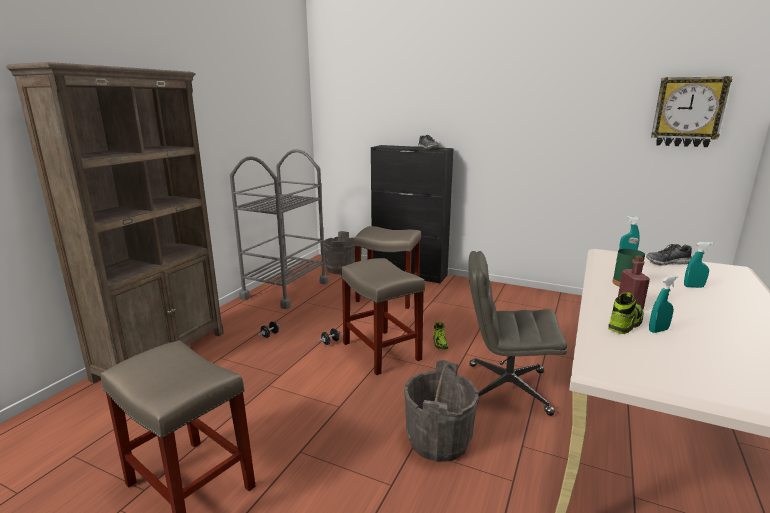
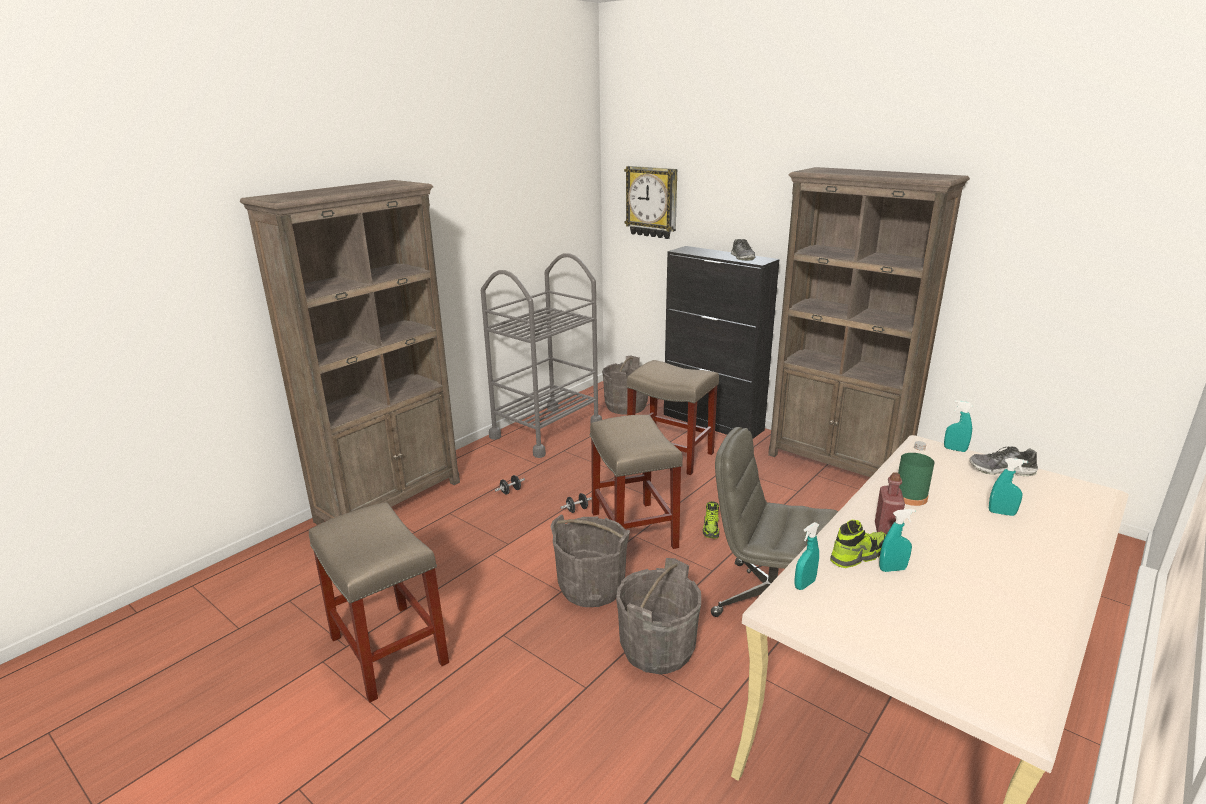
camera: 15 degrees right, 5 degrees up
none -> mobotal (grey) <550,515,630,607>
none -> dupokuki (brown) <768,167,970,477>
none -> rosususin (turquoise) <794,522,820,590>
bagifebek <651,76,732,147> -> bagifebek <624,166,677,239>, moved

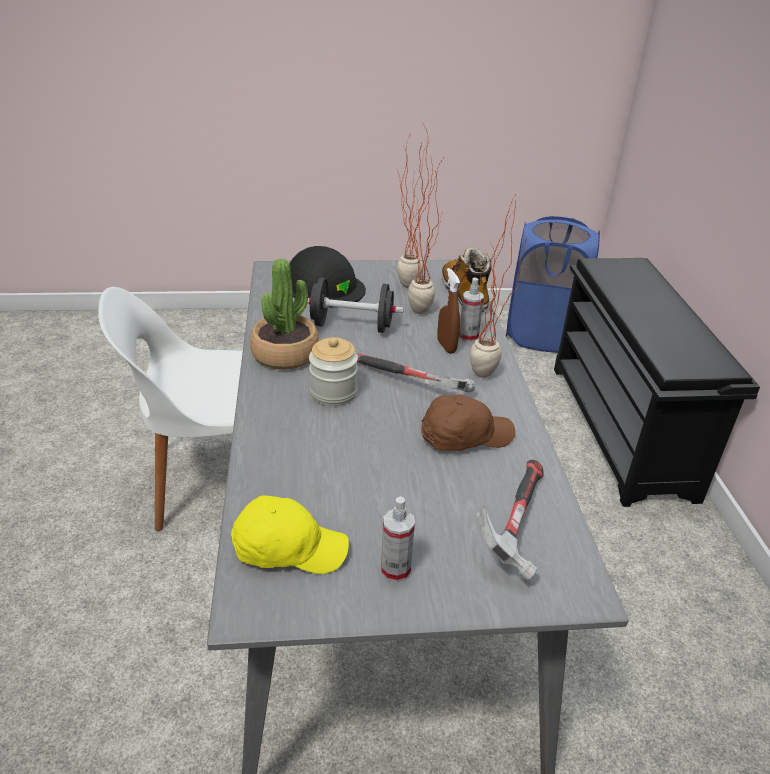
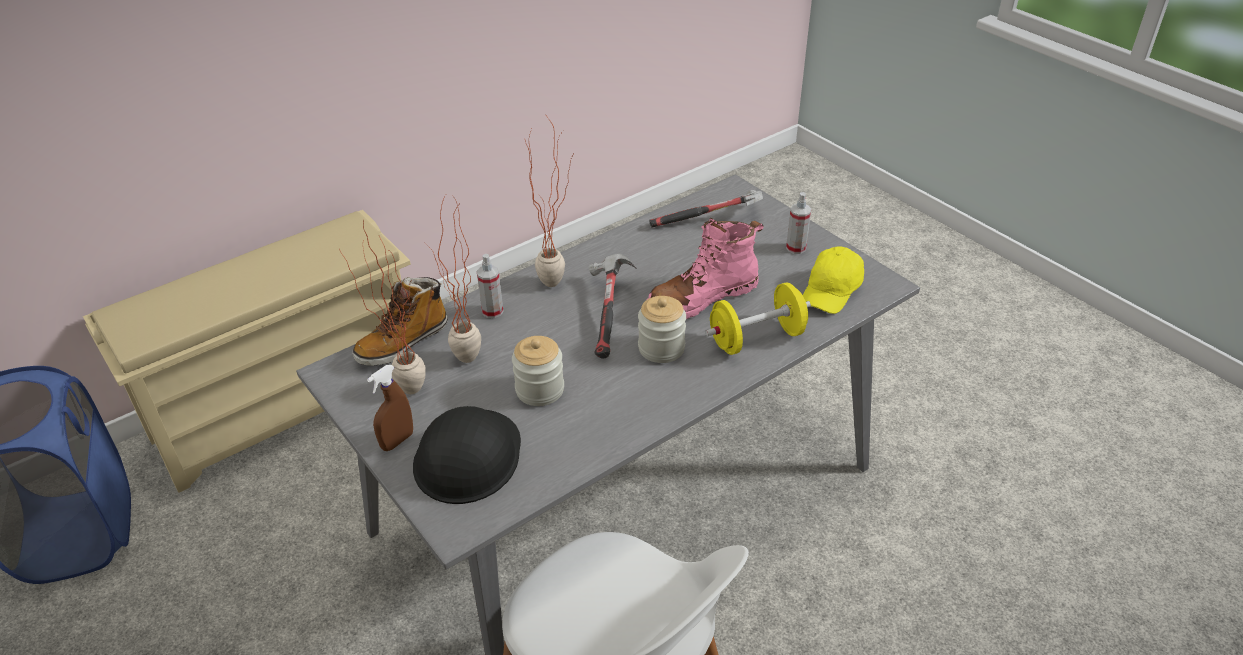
camera: 120 degrees left, 5 degrees up
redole <250,258,319,370> -> none
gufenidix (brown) <421,394,515,451> -> none
none -> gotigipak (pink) <647,218,764,319>
none -> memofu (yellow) <705,283,811,355>
rosususin (brown) <437,268,460,354> -> rosususin (brown) <367,365,413,451>, moved
memofu (black) <307,278,404,333> -> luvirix <512,336,564,406>
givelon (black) <554,258,760,507> -> givelon (beige) <83,210,411,493>
gufenidix (yellow) <231,495,349,574> -> gufenidix (yellow) <803,247,864,314>, 120 degrees counterclockwise

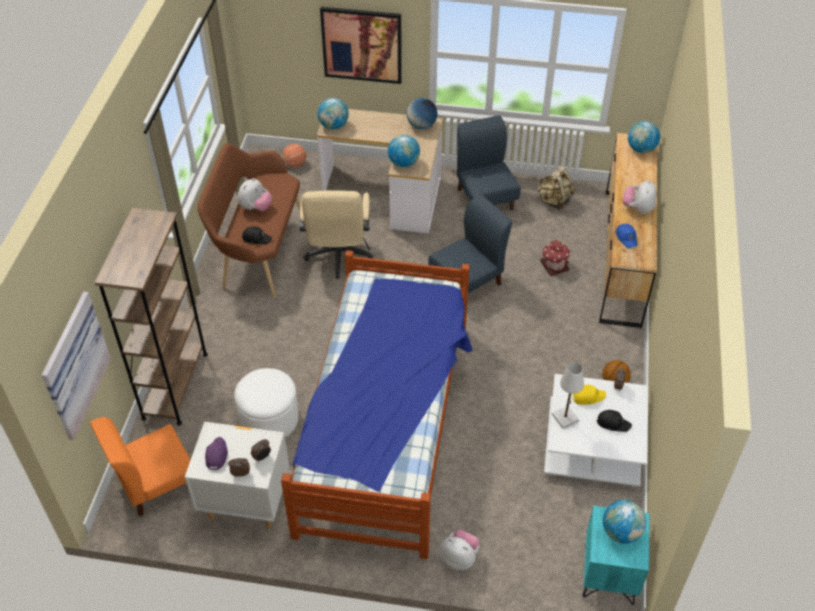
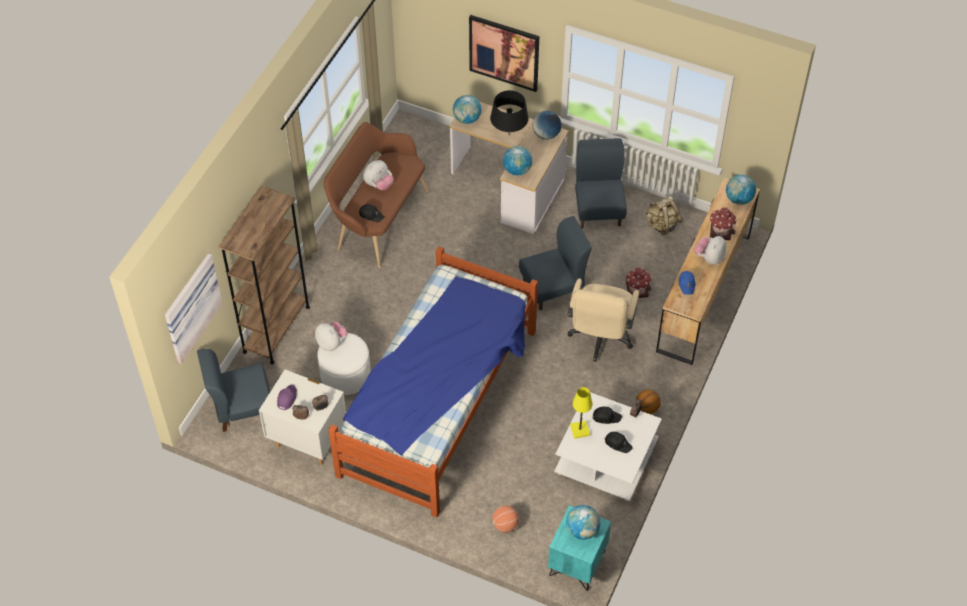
camera: 15 degrees right, 5 degrees up
none -> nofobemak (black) <490,90,529,132>
none -> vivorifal <710,207,737,240>
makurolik <283,144,306,168> -> makurolik <492,505,519,533>, moved
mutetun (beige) <300,190,373,279> -> mutetun (beige) <568,279,639,362>, moved
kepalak <440,529,480,571> -> kepalak <315,321,348,351>, moved
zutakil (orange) <90,417,191,517> -> zutakil (blue) <197,349,270,432>
nofobemak (white) <552,362,584,429> -> nofobemak (yellow) <570,387,592,439>
gufenidix (yellow) <573,385,606,405> -> gufenidix (black) <593,407,622,424>

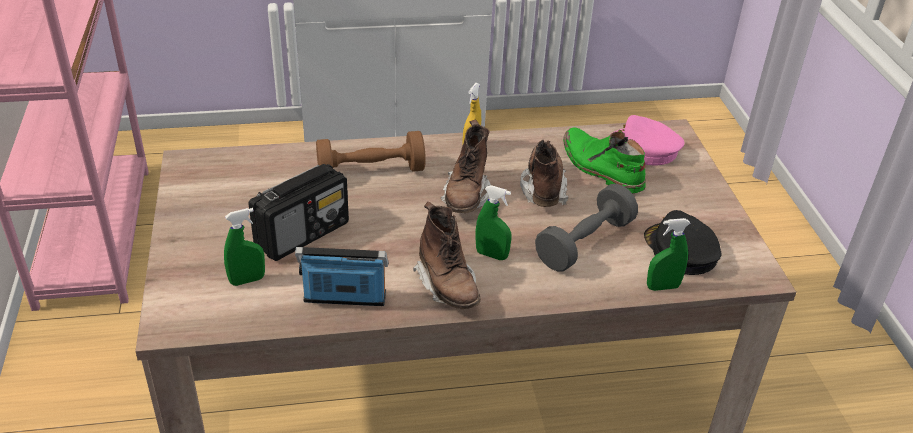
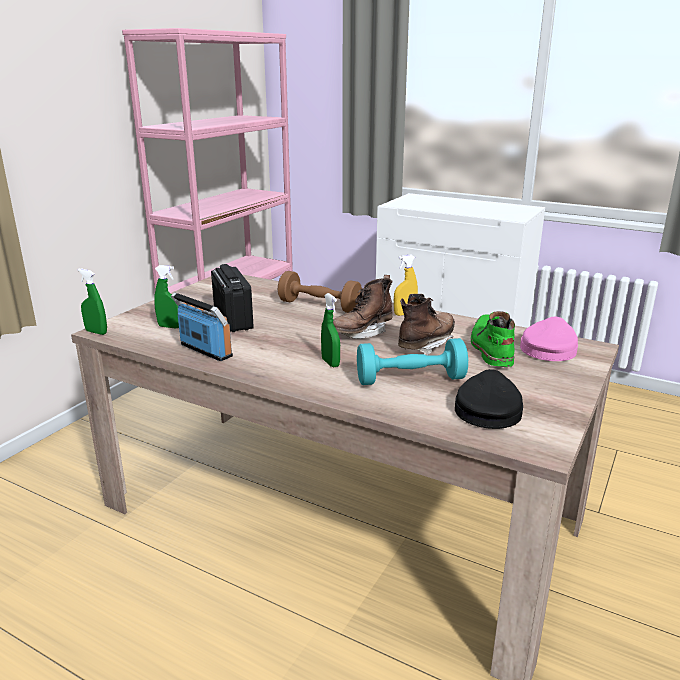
camera: 40 degrees right, 15 degrees down
gotigipak (brown) <413,202,481,309> -> none
rosususin (green) <647,218,690,291> -> rosususin (green) <78,268,107,335>, moved
memofu (grey) <535,184,638,271> -> memofu (turquoise) <357,338,468,385>
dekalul <248,164,349,261> -> dekalul <211,264,254,332>, 105 degrees counterclockwise
gufenidix (pink) <609,115,685,165> -> gufenidix (pink) <520,316,578,361>, 45 degrees clockwise

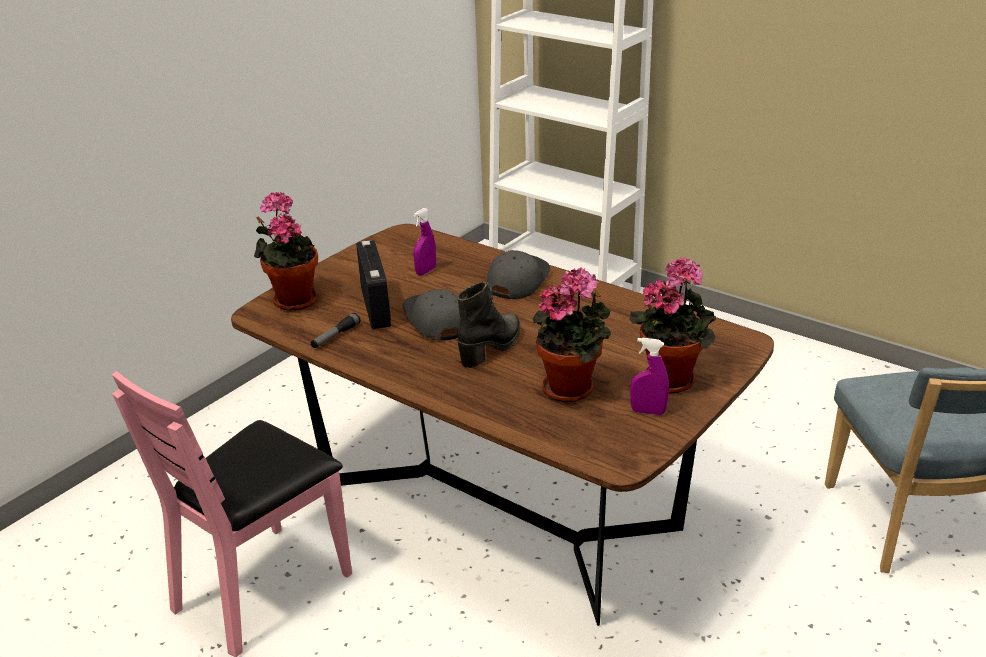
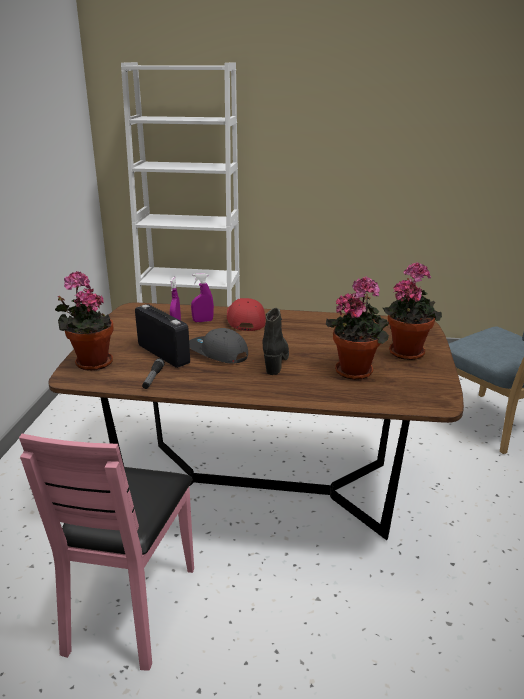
camera: 30 degrees left, 5 degrees down
rosususin (purple) <630,338,669,415> -> rosususin (purple) <191,273,214,322>, moved
gufenidix (grey) <486,250,550,299> -> gufenidix (red) <227,298,266,331>

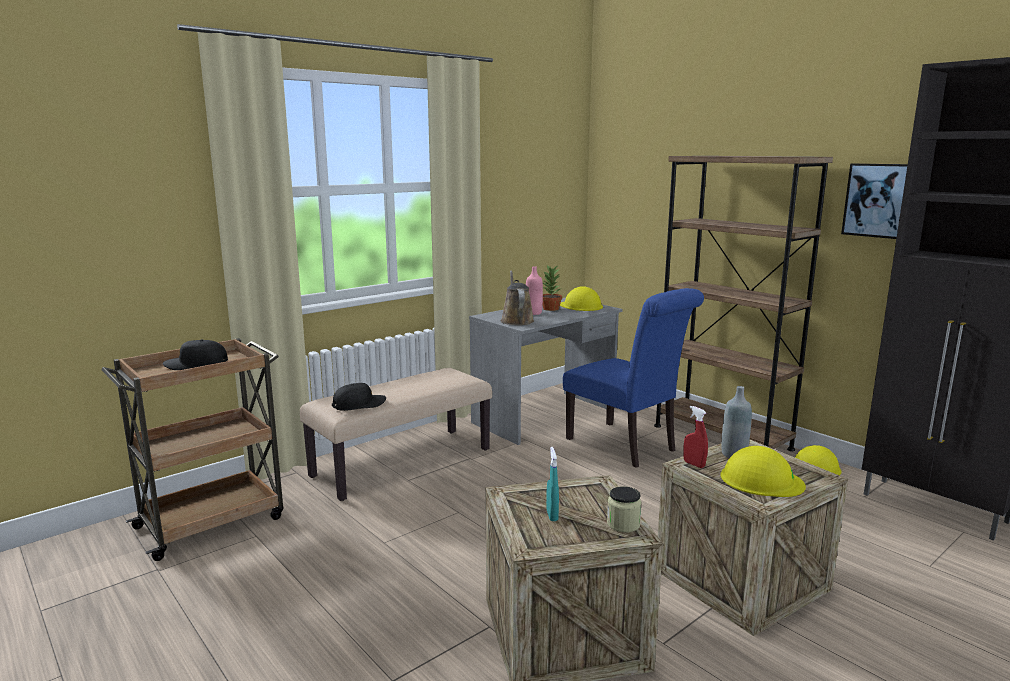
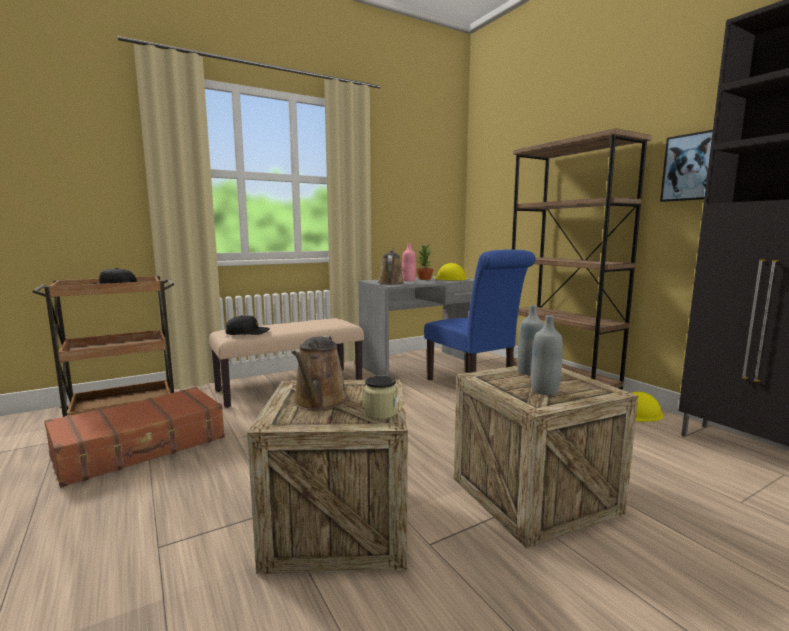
camera: 10 degrees right, 5 degrees down
rosususin (red) <683,406,708,468> -> none
none -> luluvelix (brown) <44,387,225,488>
rosususin (turquoise) <546,447,559,521> -> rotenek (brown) <292,336,349,410>
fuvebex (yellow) <721,446,806,497> -> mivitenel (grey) <531,315,563,395>

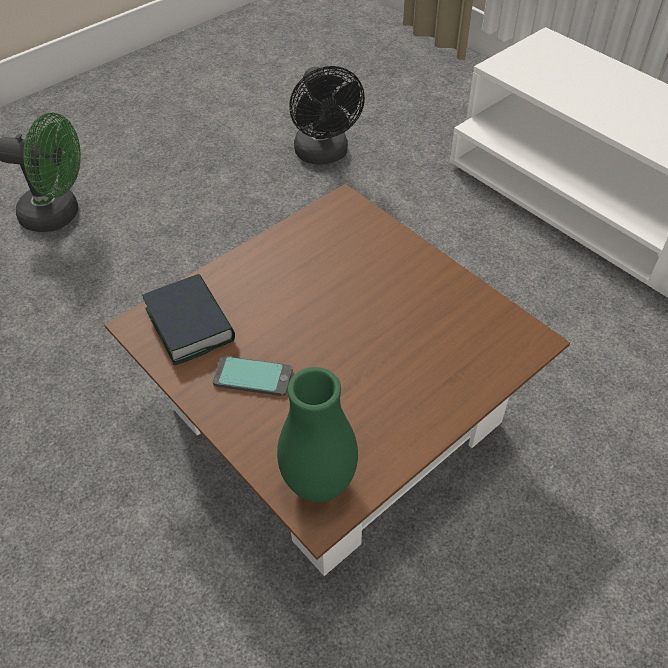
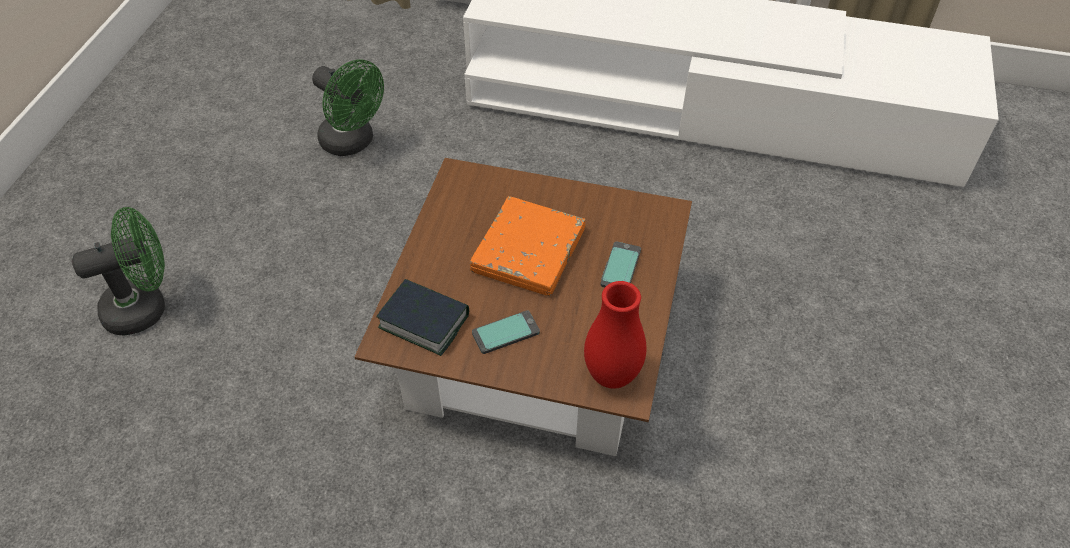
camera: 35 degrees left, 0 degrees up
none -> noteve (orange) <470,196,586,296>
none -> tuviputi <600,241,641,288>
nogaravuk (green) <277,367,358,502> -> nogaravuk (red) <584,281,646,389>
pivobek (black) <289,66,365,165> -> pivobek (green) <312,59,384,156>

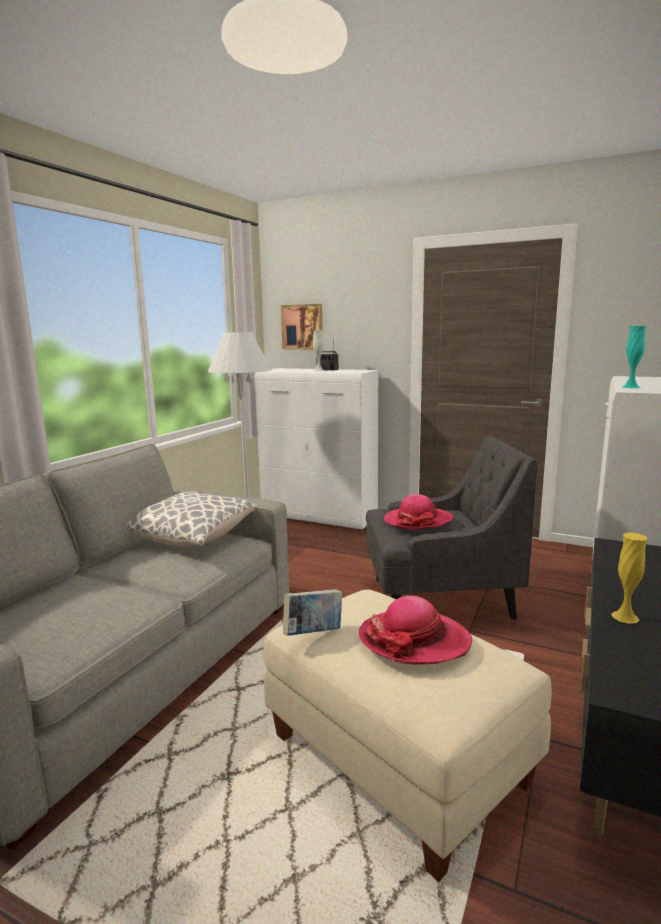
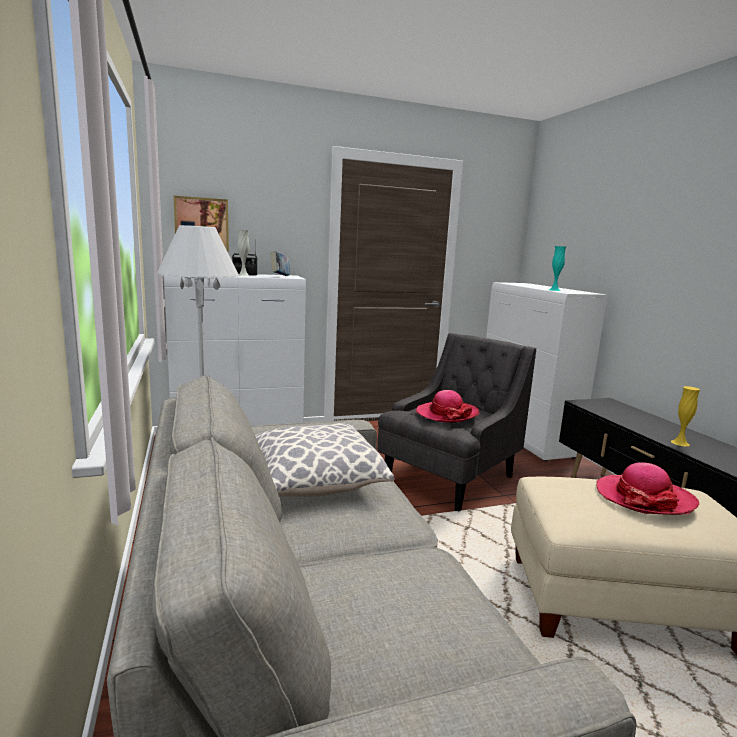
camera: 45 degrees left, 0 degrees up
noteve <283,589,342,636> -> noteve <270,251,290,276>, moved

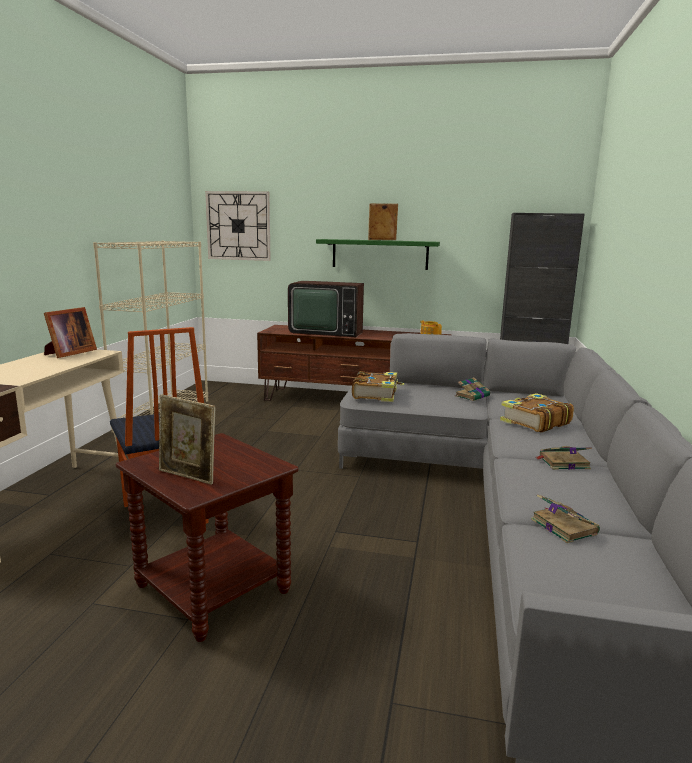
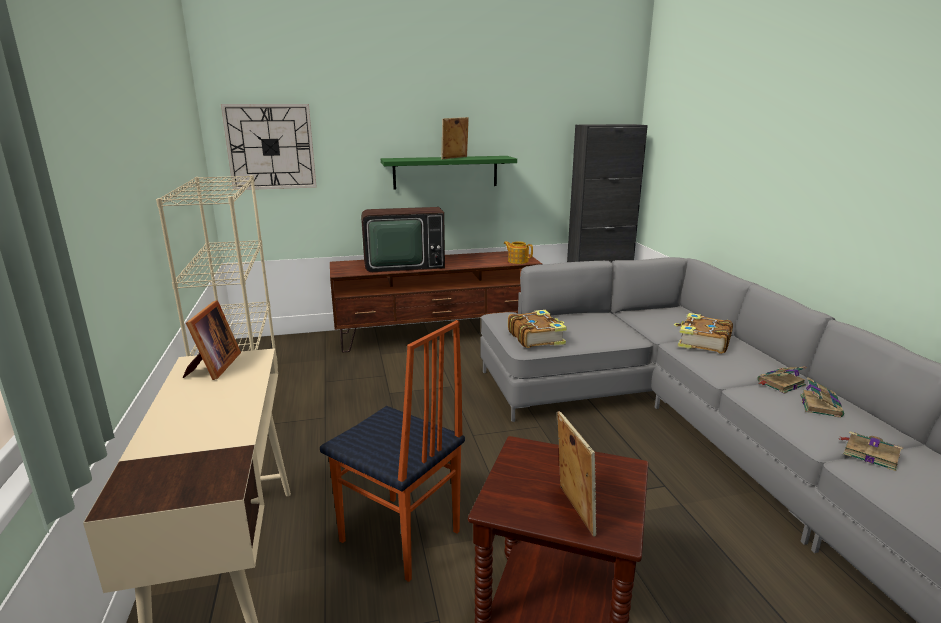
camera: 25 degrees left, 5 degrees up
noteve <455,377,490,401> -> noteve <800,377,844,418>, moved
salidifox <159,394,215,485> -> salidifox <557,411,597,537>, 105 degrees counterclockwise

